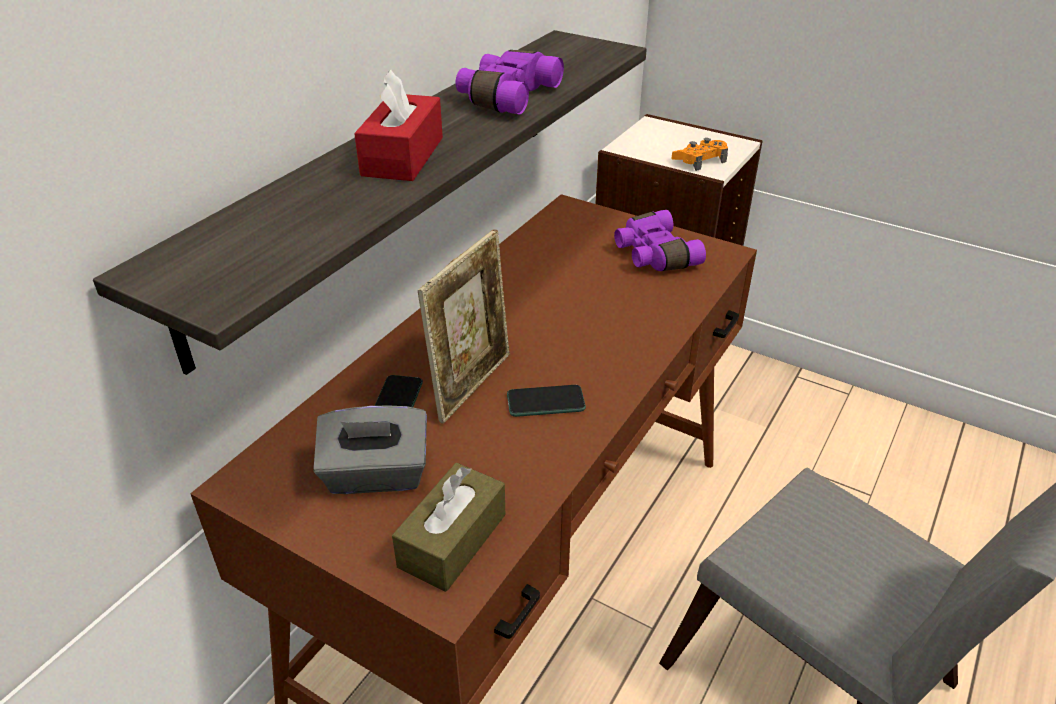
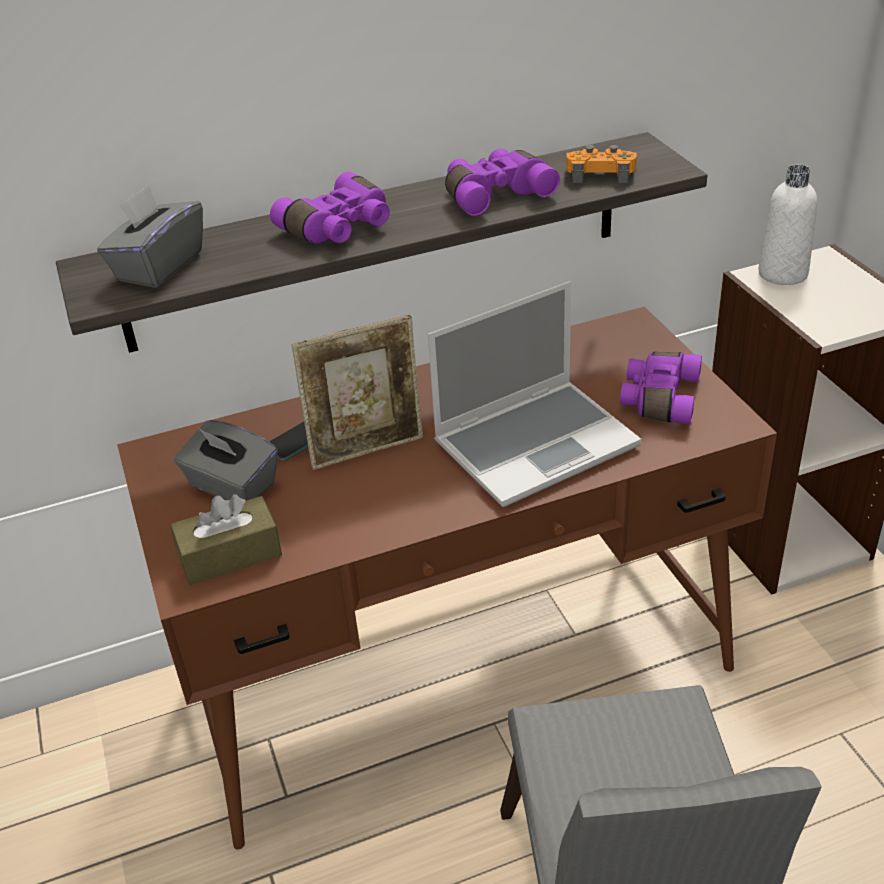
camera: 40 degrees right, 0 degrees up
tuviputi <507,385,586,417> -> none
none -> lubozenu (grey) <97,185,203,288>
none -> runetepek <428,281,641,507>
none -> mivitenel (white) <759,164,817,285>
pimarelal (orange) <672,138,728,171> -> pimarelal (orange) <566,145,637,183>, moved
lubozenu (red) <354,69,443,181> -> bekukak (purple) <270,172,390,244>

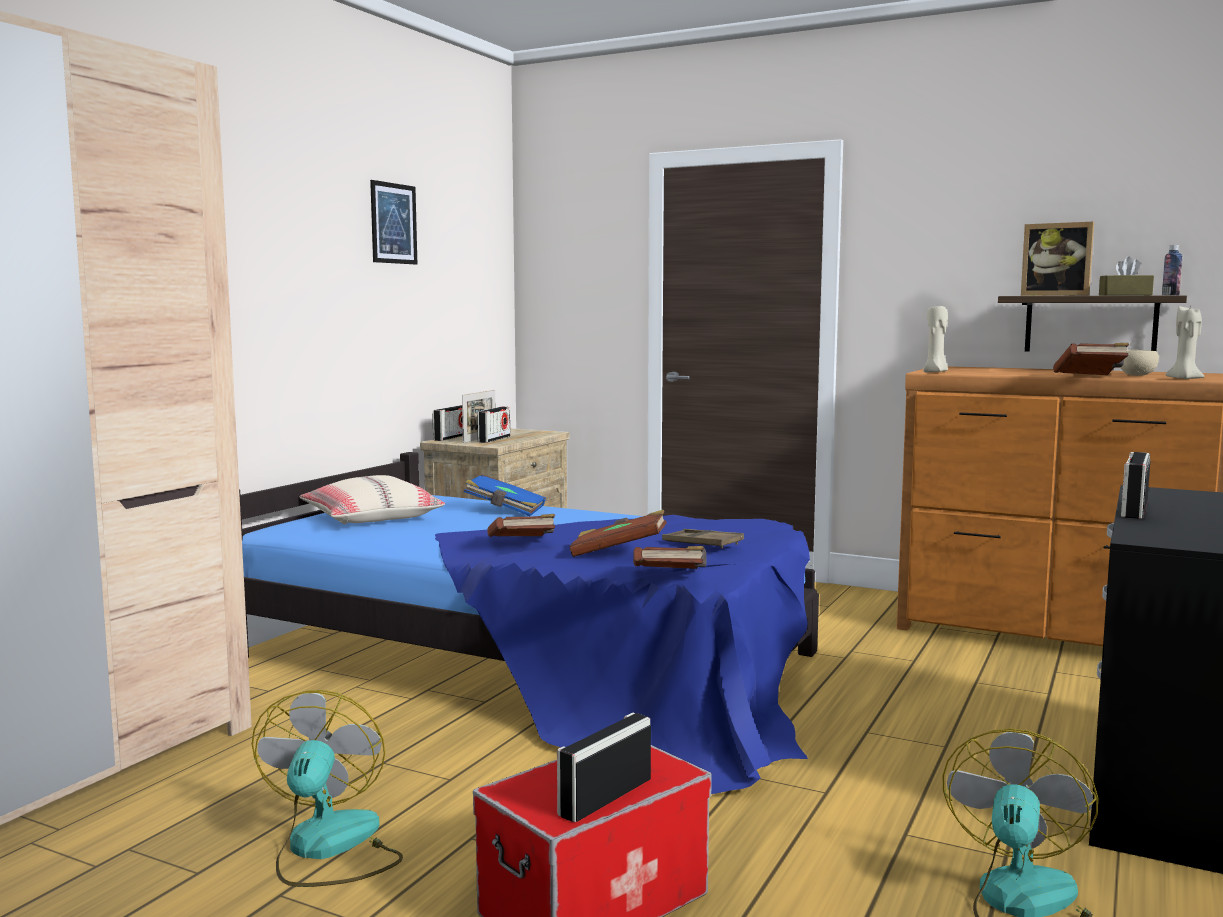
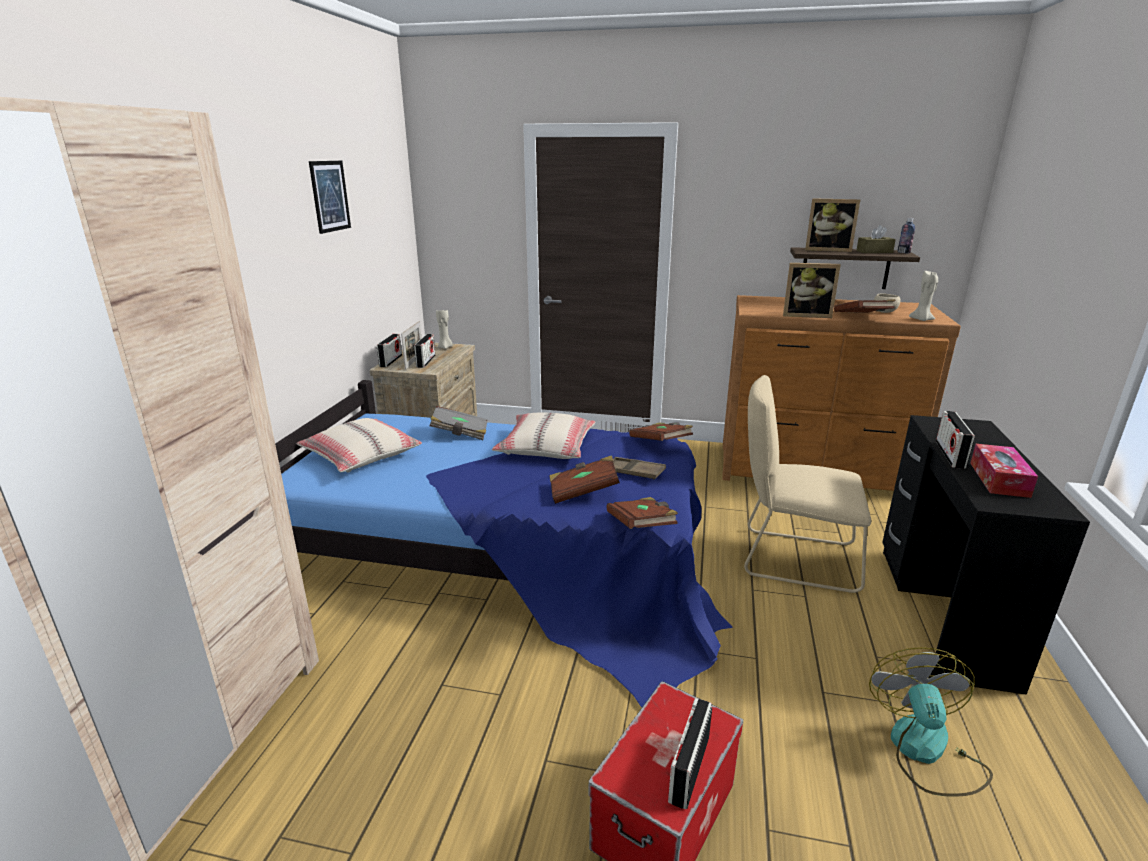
camera: 15 degrees left, 15 degrees up
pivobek <252,690,403,887> -> none
none -> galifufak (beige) <492,412,596,459>
none -> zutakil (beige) <744,375,871,593>
none -> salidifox <783,263,841,318>
none -> lubozenu <970,444,1038,498>
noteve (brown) <487,514,555,537> -> noteve (brown) <629,422,693,441>, moved
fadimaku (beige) <923,306,948,372> -> fadimaku (beige) <436,310,453,349>, moved
noteve (blue) <464,475,546,516> -> noteve (grey) <430,406,488,440>

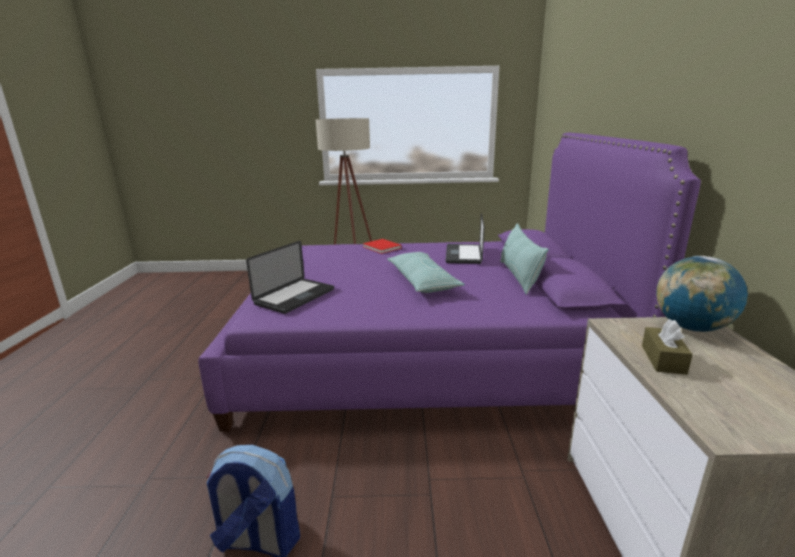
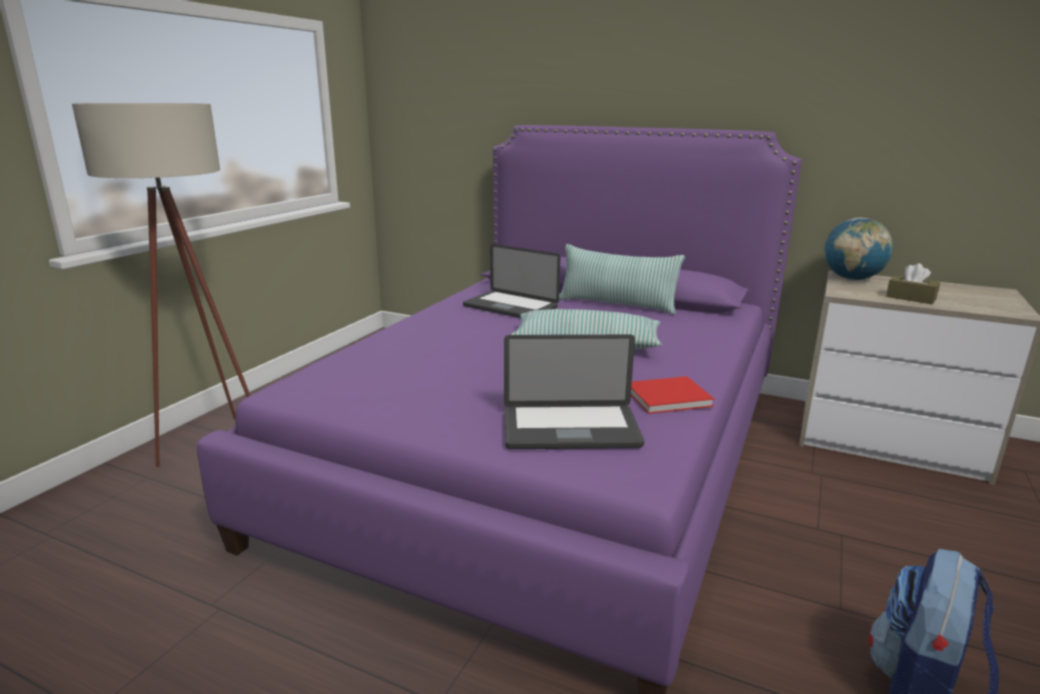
camera: 65 degrees left, 0 degrees up
noteve (red) <363,239,402,254> -> noteve (red) <631,376,715,414>, moved
runetepek <246,241,334,314> -> runetepek <504,335,644,449>, 120 degrees clockwise

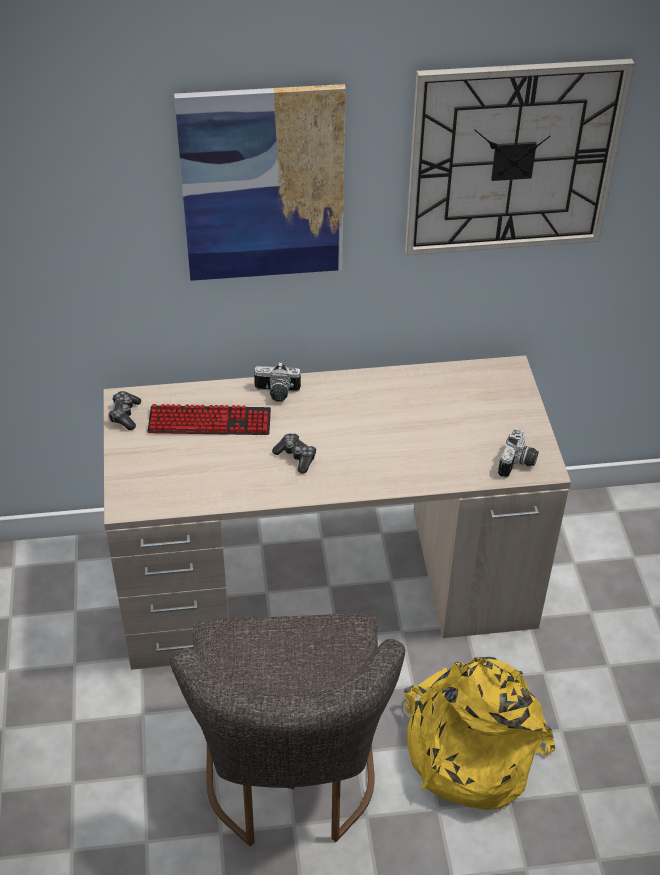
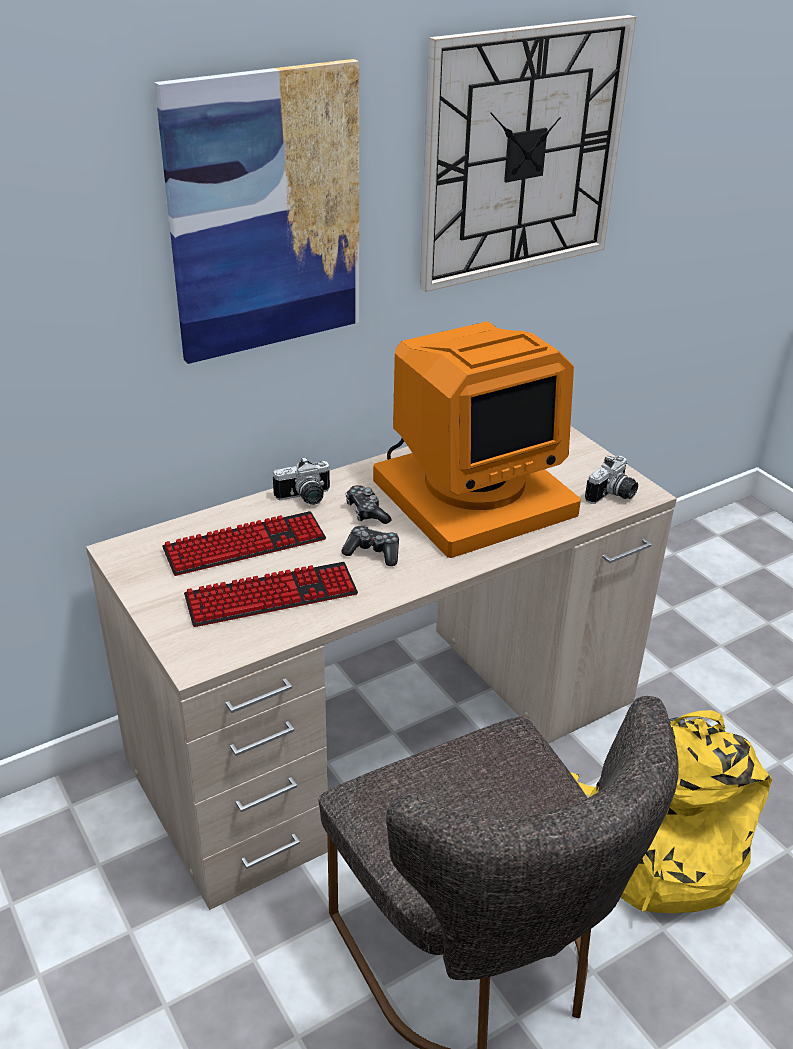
camera: 25 degrees left, 10 degrees down
none -> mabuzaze <184,562,358,627>
none -> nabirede <373,321,581,558>
pimarelal <108,391,141,430> -> pimarelal <346,485,391,524>, moved
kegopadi <498,428,539,478> -> kegopadi <585,456,638,504>, 45 degrees clockwise

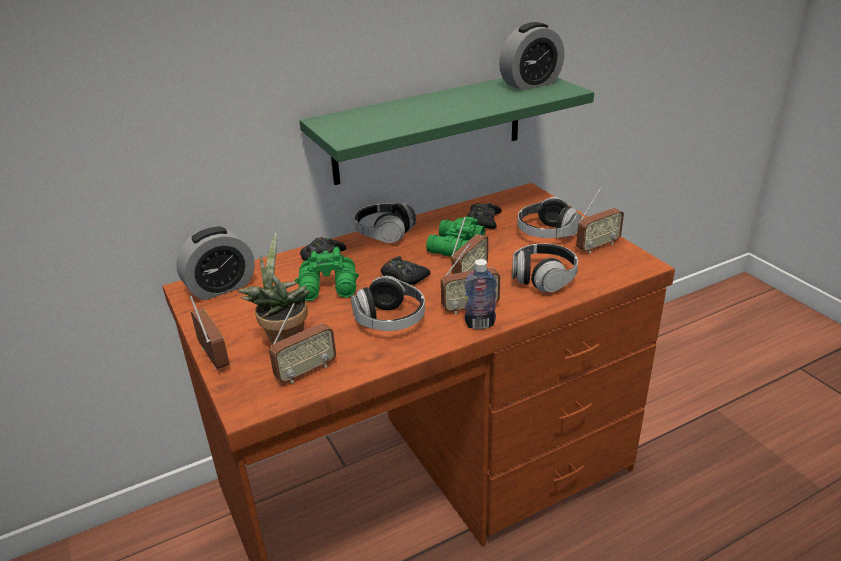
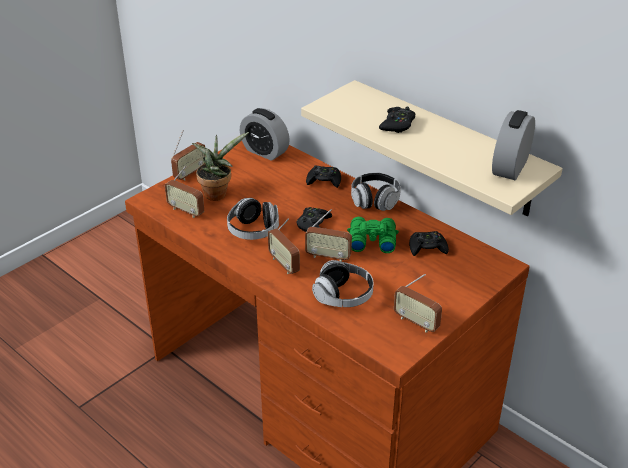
camera: 70 degrees right, 5 degrees up
bekukak (green) <295,247,359,301> -> none
mivitenel <465,259,497,329> -> none
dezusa <518,197,582,238> -> none
none -> pimarelal (black) <379,106,415,133>
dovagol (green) <299,78,594,185> -> dovagol (beige) <301,80,563,216>
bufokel <499,22,564,91> -> bufokel <492,110,535,180>, 75 degrees clockwise

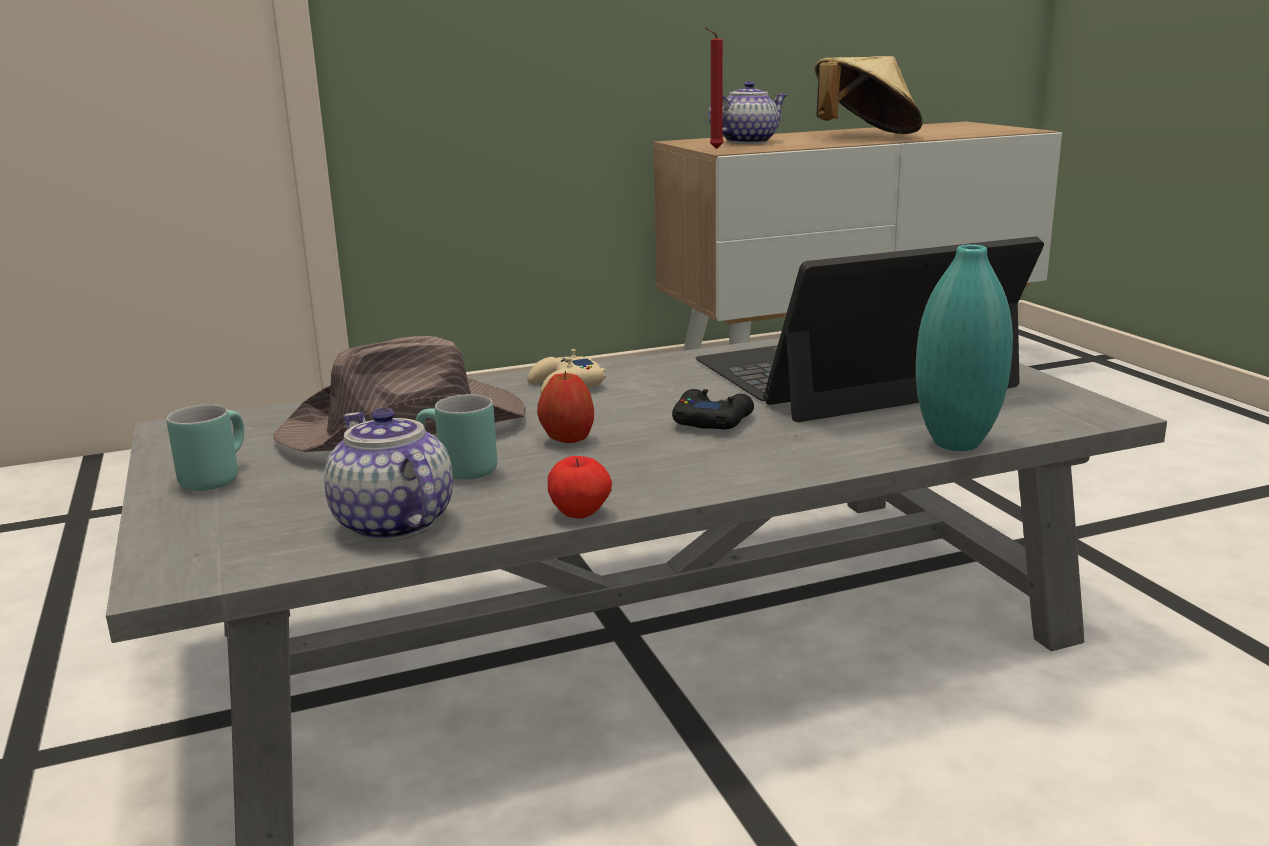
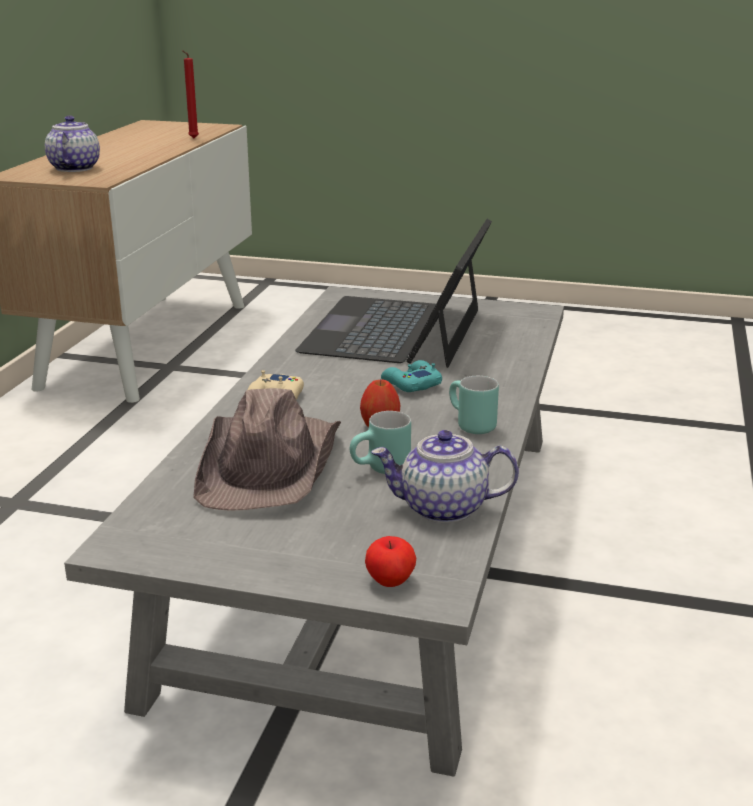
camera: 55 degrees left, 5 degrees up
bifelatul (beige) <815,56,922,134> -> none
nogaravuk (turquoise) <916,244,1013,451> -> none
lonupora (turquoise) <167,404,244,491> -> lonupora (turquoise) <449,376,499,434>, moved
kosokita <548,456,612,519> -> kosokita <365,536,416,587>, moved
fadimaku (red) <704,27,724,149> -> fadimaku (red) <182,50,199,138>, moved
pimarelal (black) <672,389,754,430> -> pimarelal (turquoise) <381,360,442,392>

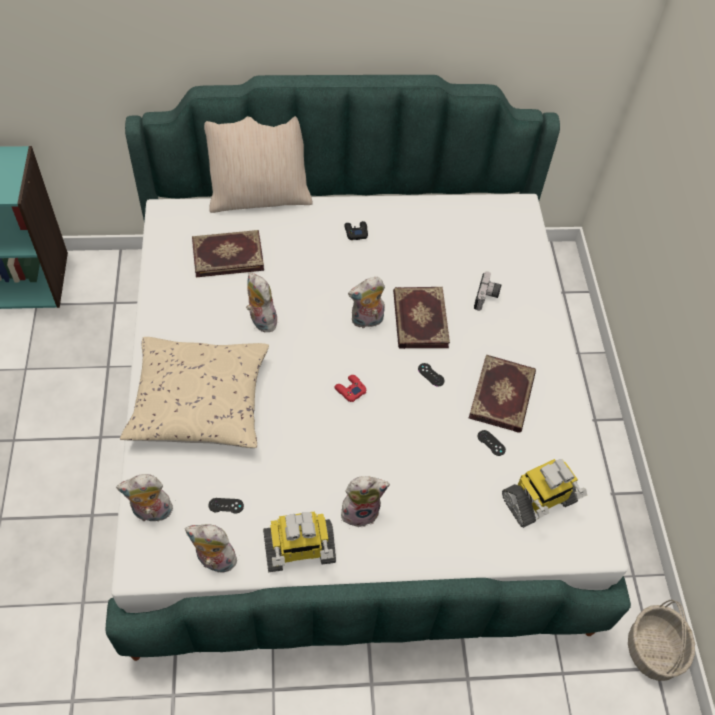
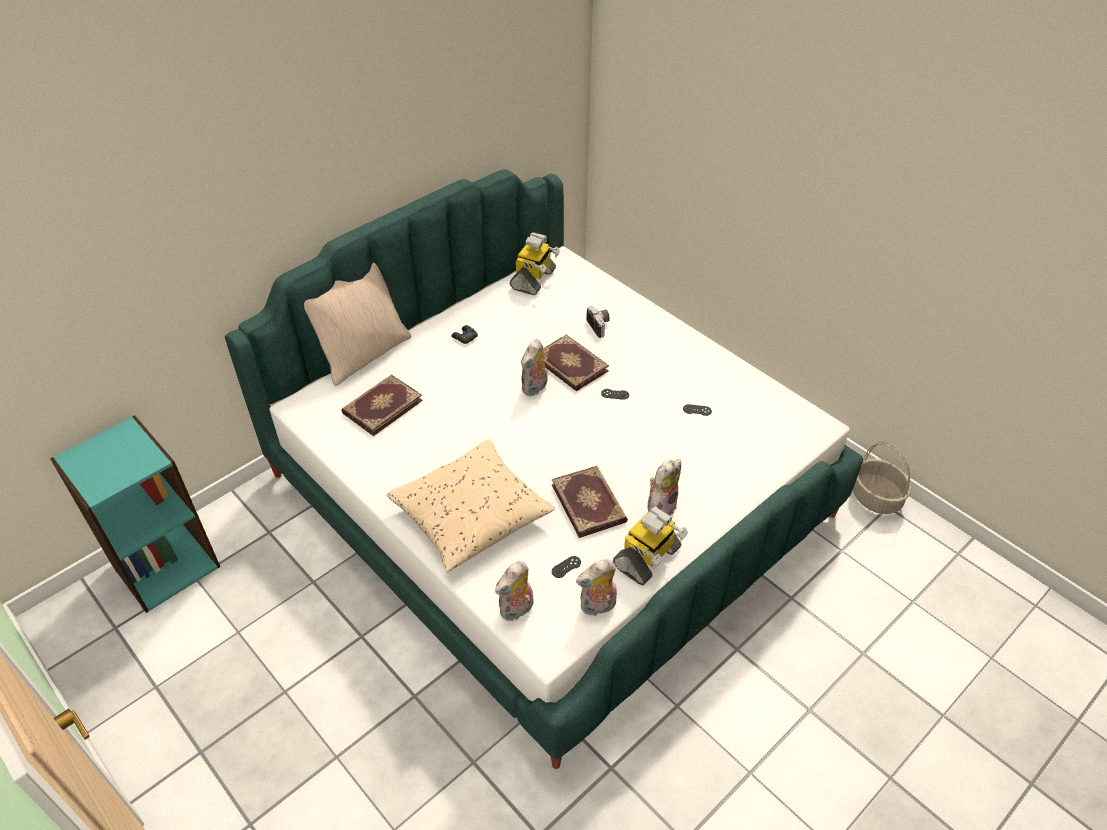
camera: 35 degrees left, 10 degrees down
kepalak <246,272,277,333> -> none
pimarelal (red) <334,375,366,402> -> none
noteve <469,355,536,433> -> noteve <552,466,628,538>, moved
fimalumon <502,459,587,528> -> fimalumon <510,232,560,295>, moved

